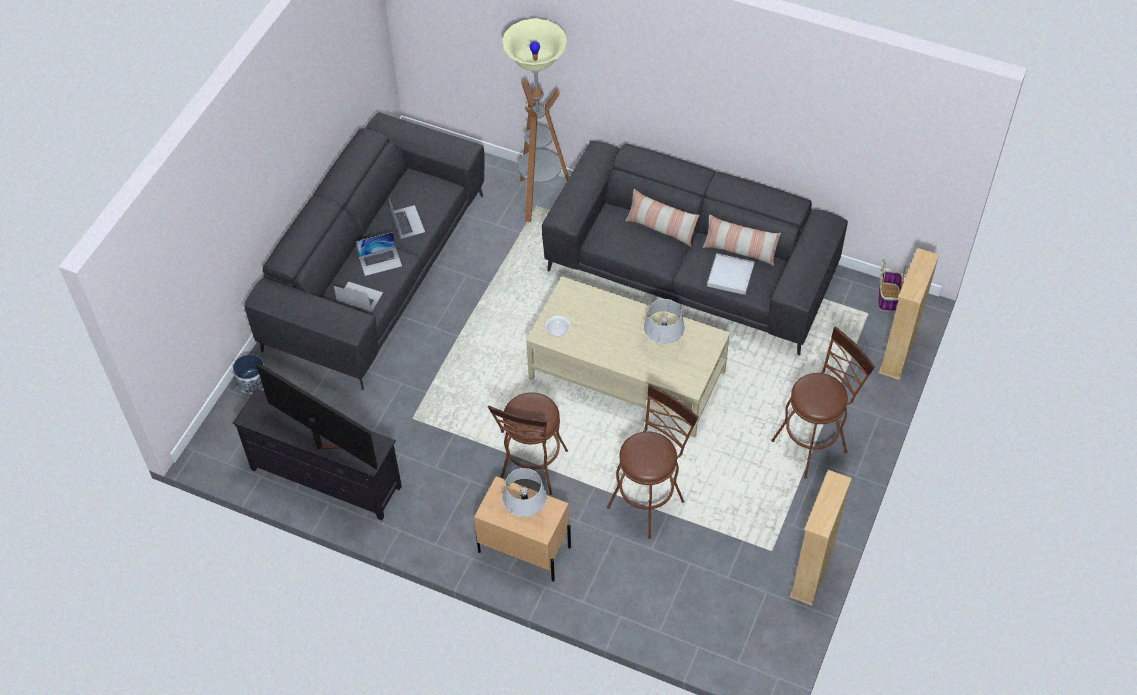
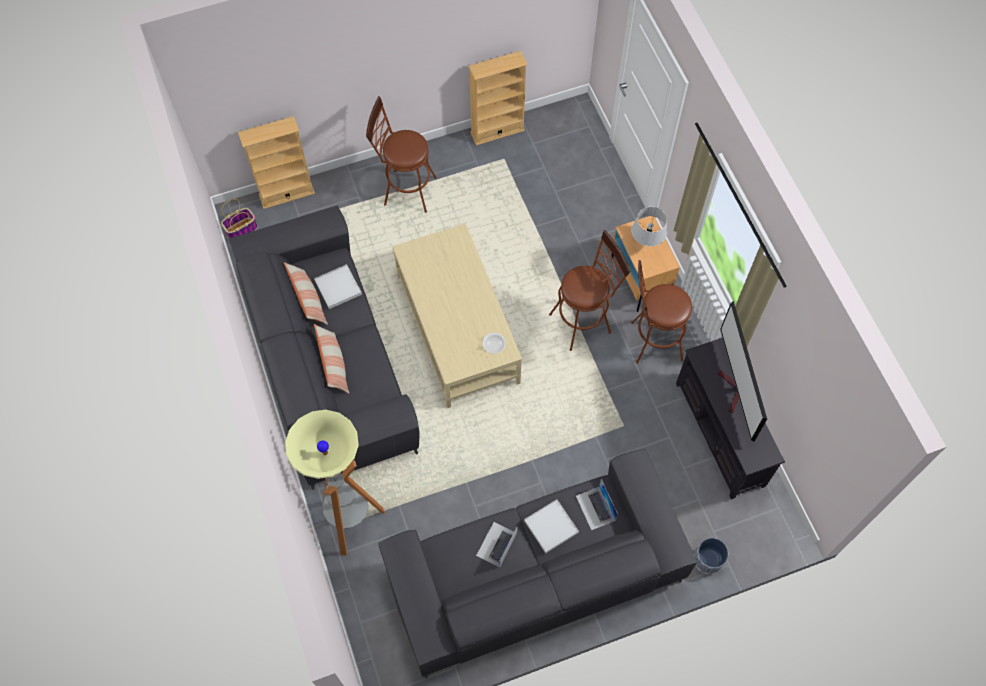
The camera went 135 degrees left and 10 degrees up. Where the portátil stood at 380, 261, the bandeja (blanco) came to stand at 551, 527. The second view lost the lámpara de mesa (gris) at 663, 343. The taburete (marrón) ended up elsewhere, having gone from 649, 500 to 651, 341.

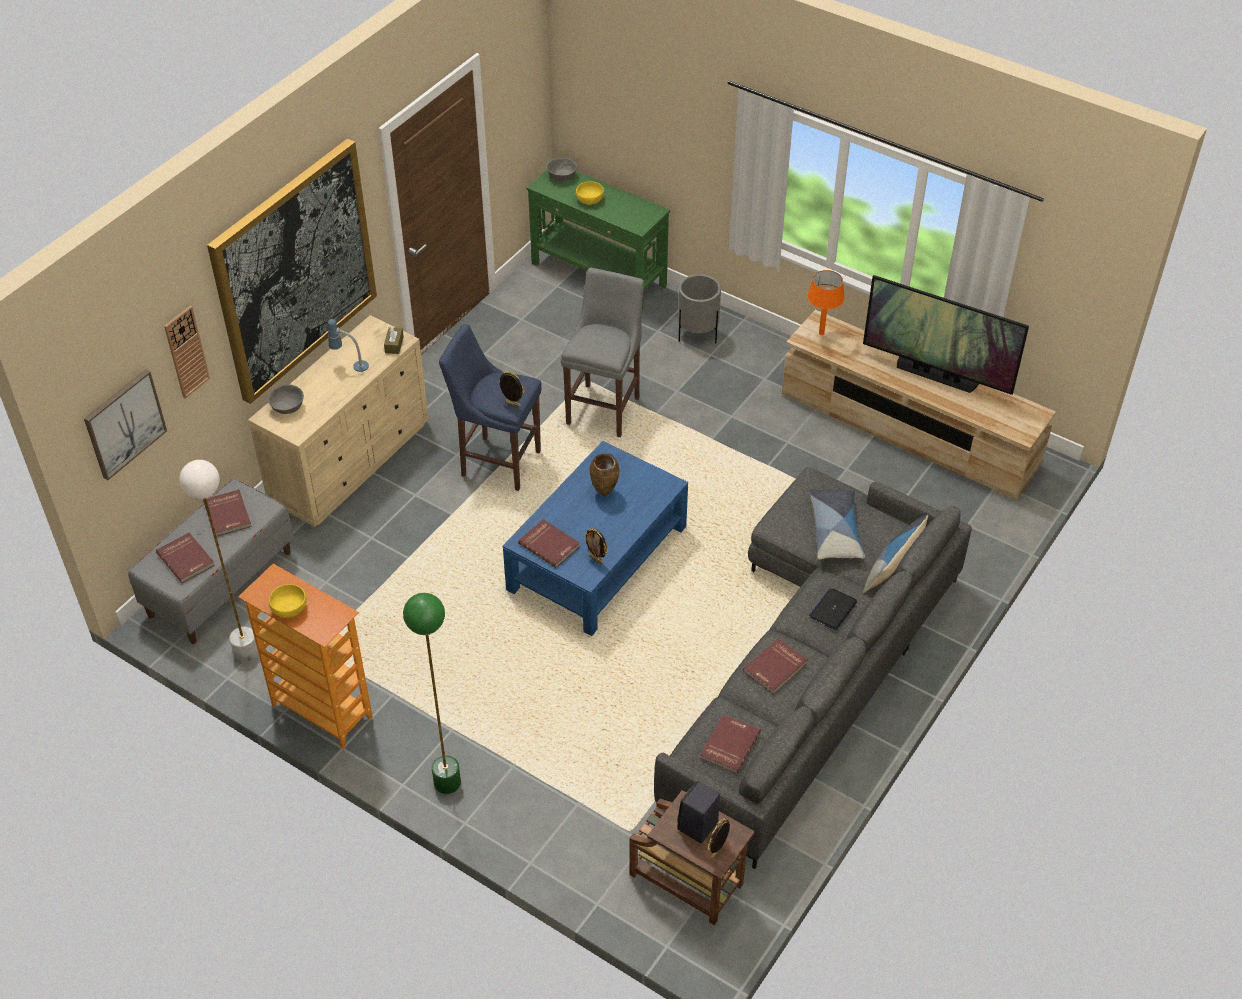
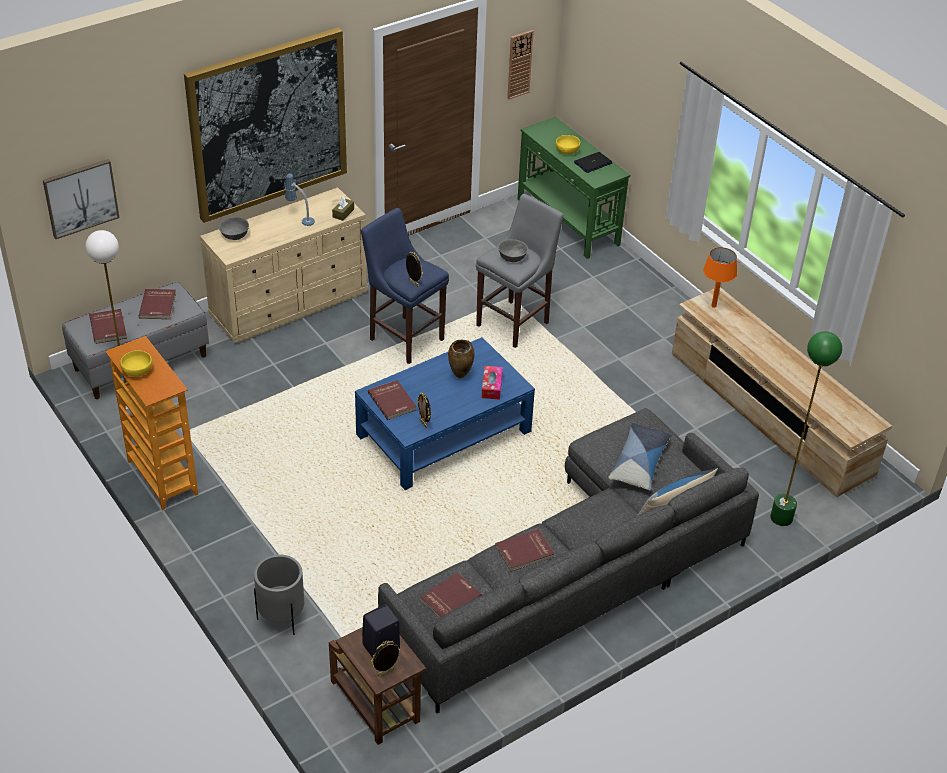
The camera went 20 degrees right and 5 degrees down. The cuenco (gris) ended up elsewhere, having gone from 562, 176 to 512, 257. The maceta (gris) ended up elsewhere, having gone from 697, 335 to 281, 618. The second view lost the televisor at 936, 375. The reloj de pared ended up elsewhere, having gone from 186, 352 to 519, 64. The portátil ended up elsewhere, having gone from 833, 609 to 593, 163. The lámpara de pie (verde) ended up elsewhere, having gone from 447, 782 to 781, 518. The second view gained the caja de pañuelos at 491, 386.

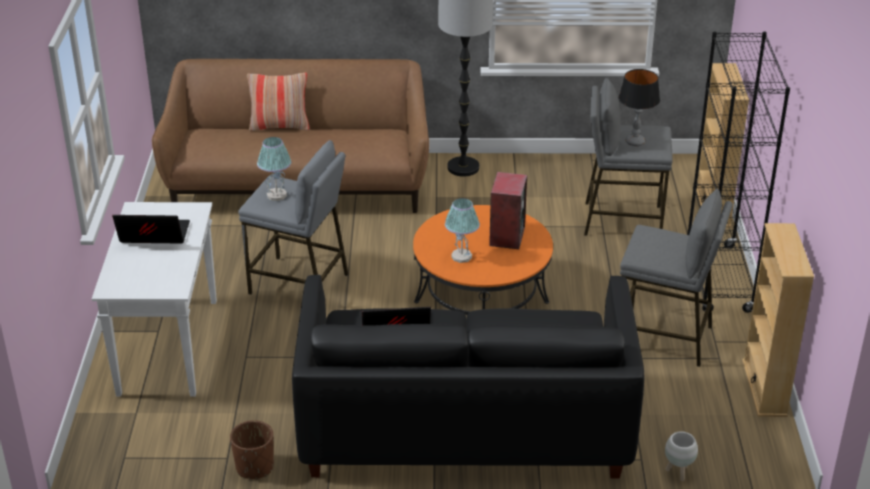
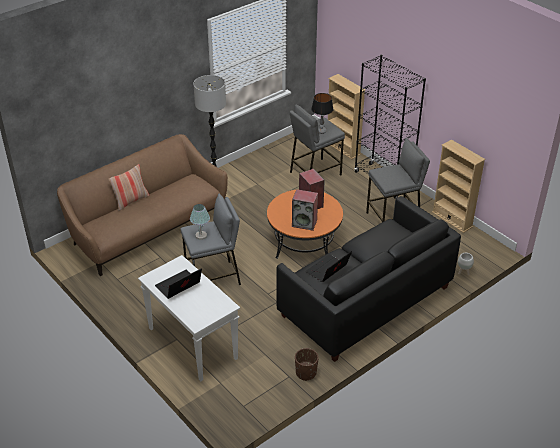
The camera went 40 degrees left and 5 degrees up. Where the lámpara de mesa stood at 462, 257, the altavoz came to stand at 304, 223.

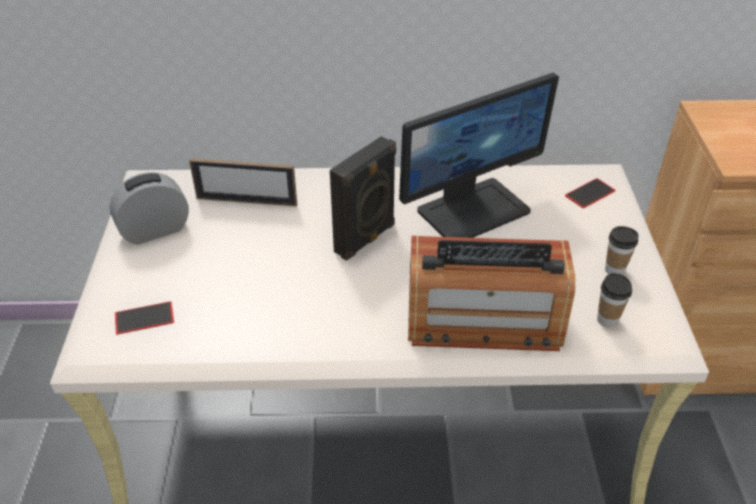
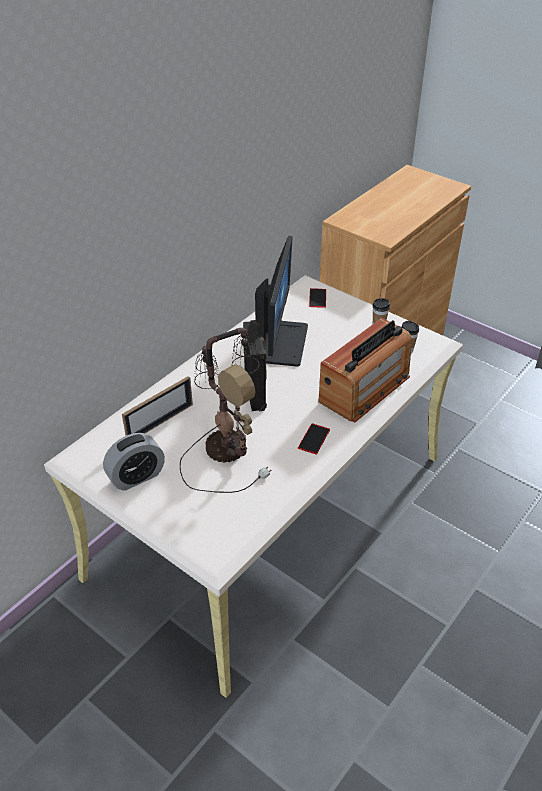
The camera went 50 degrees left and 0 degrees up. The despertador at 155, 230 ended up facing another way, 135 degrees counterclockwise from before. The móvil ended up elsewhere, having gone from 144, 318 to 314, 439. The second view gained the lámpara de mesa at 225, 446.

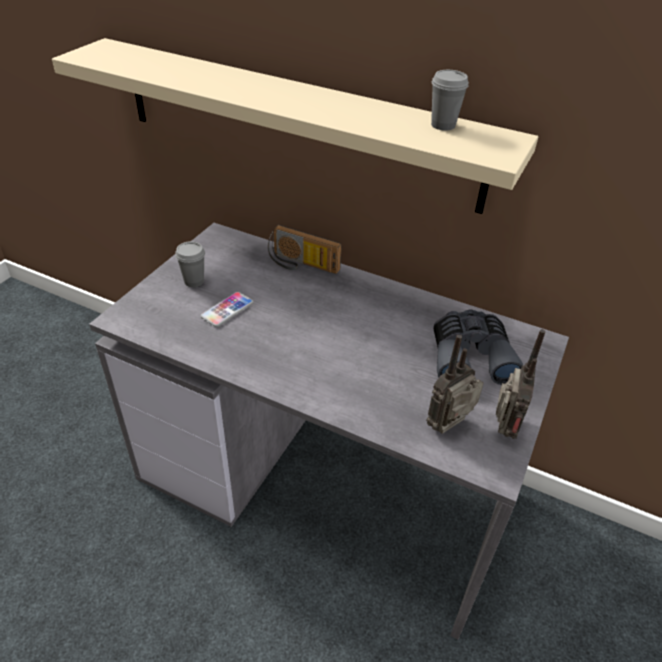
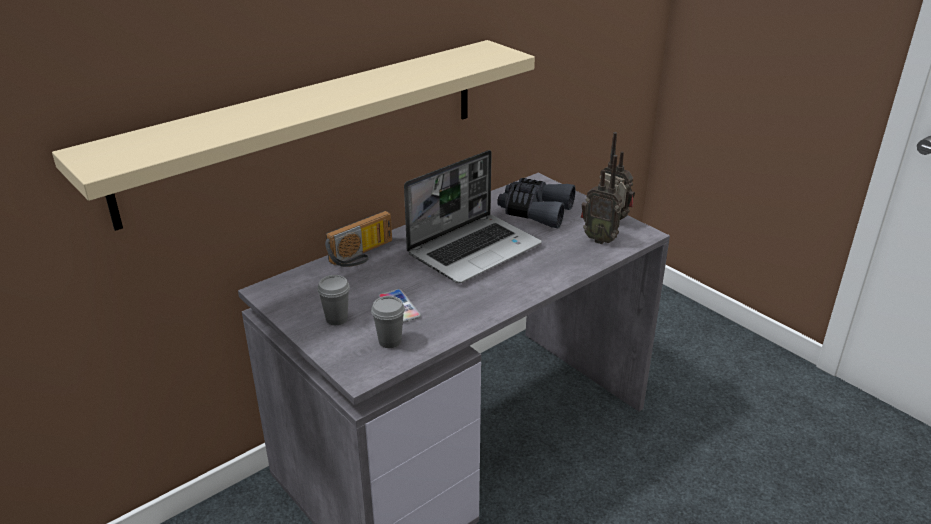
The camera went 65 degrees left and 10 degrees down. The taza (gris) ended up elsewhere, having gone from 443, 125 to 390, 341. The radio at 449, 427 ended up facing another way, 45 degrees counterclockwise from before. The second view gained the portátil at 474, 249.

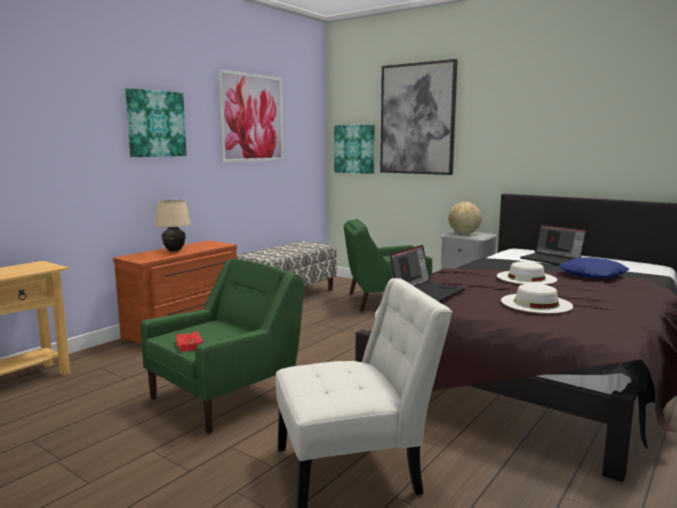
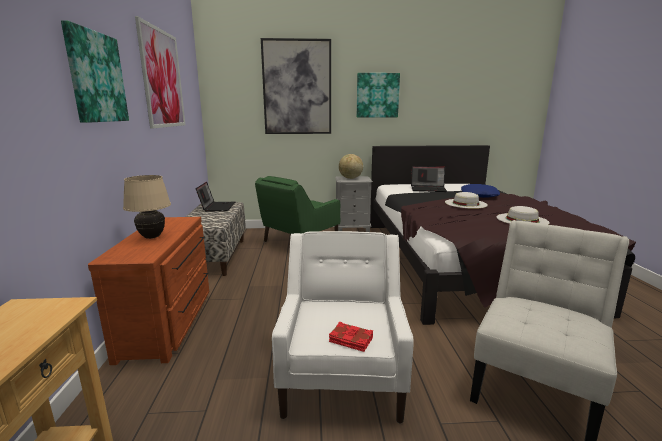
The camera went 40 degrees left and 5 degrees up. The cuadro ended up elsewhere, having gone from 355, 149 to 377, 95. The portátil ended up elsewhere, having gone from 427, 292 to 217, 207. What was the sillón (verde) at 227, 396 turned into the sillón (blanco) at 342, 374.

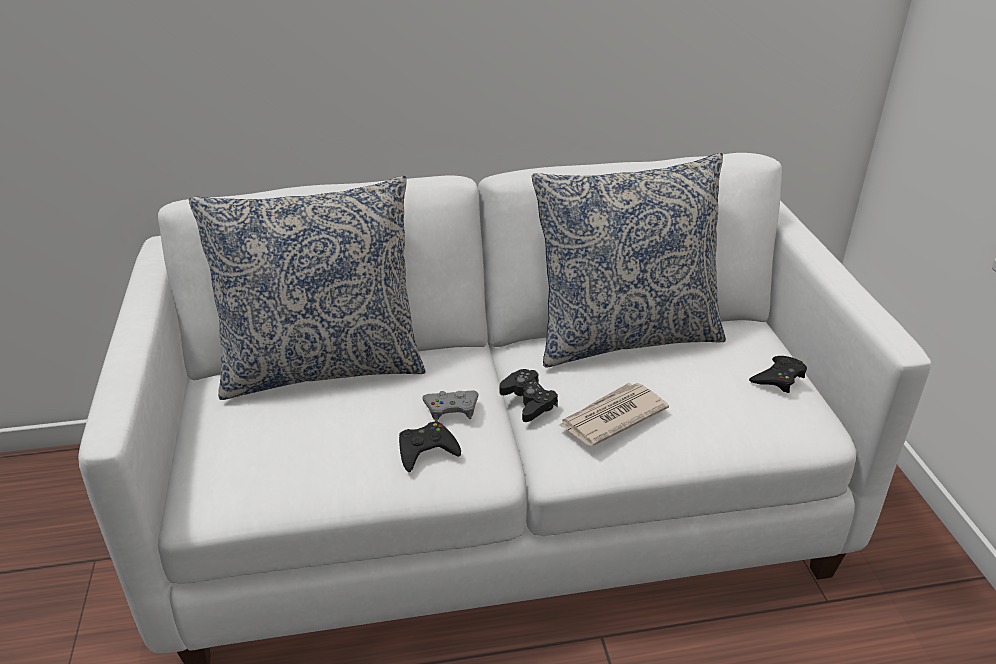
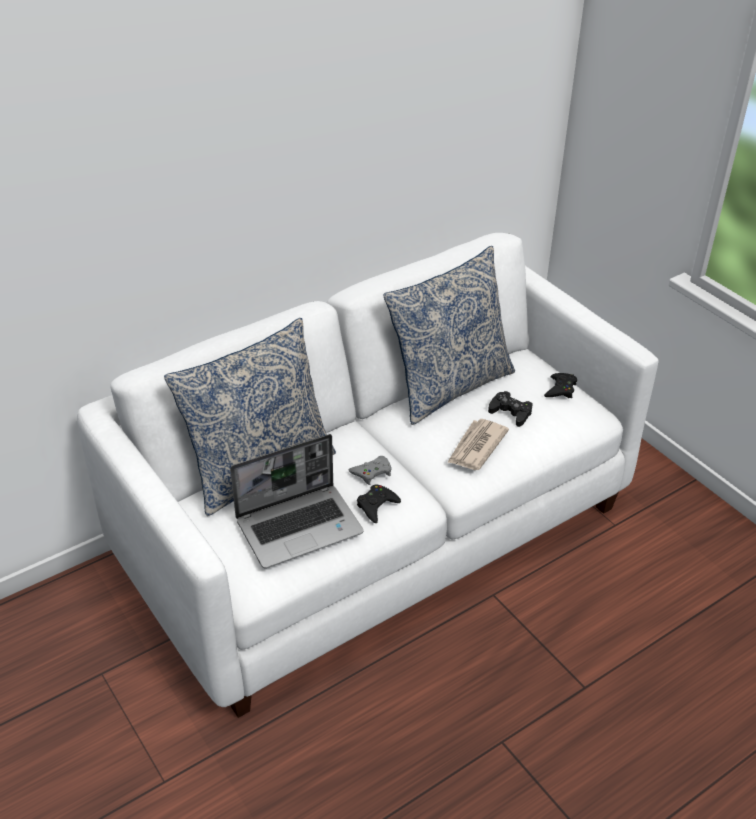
The camera went 25 degrees left and 5 degrees up. The mando de consola (negro) ended up elsewhere, having gone from 528, 401 to 510, 412. The second view gained the portátil at 300, 526.

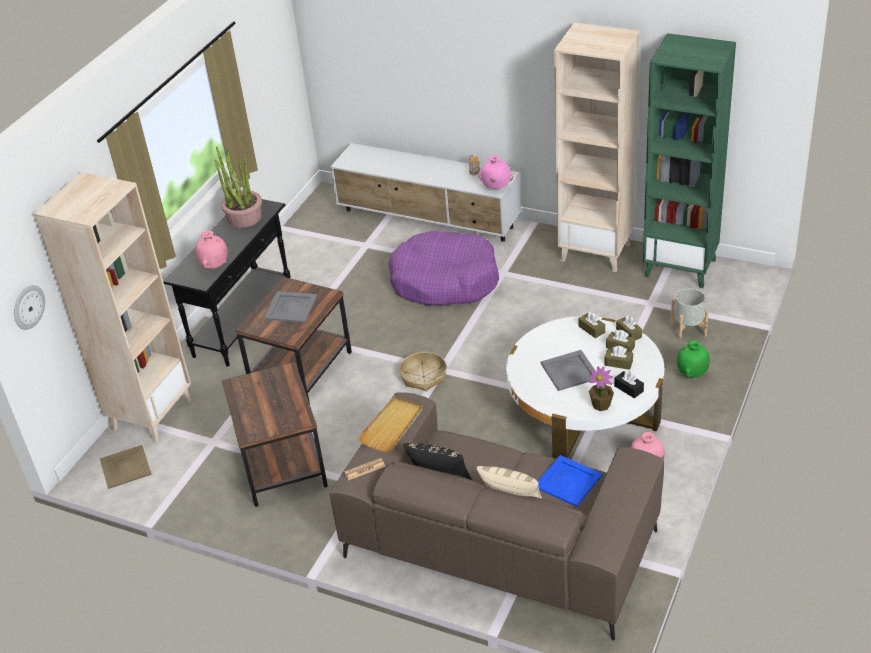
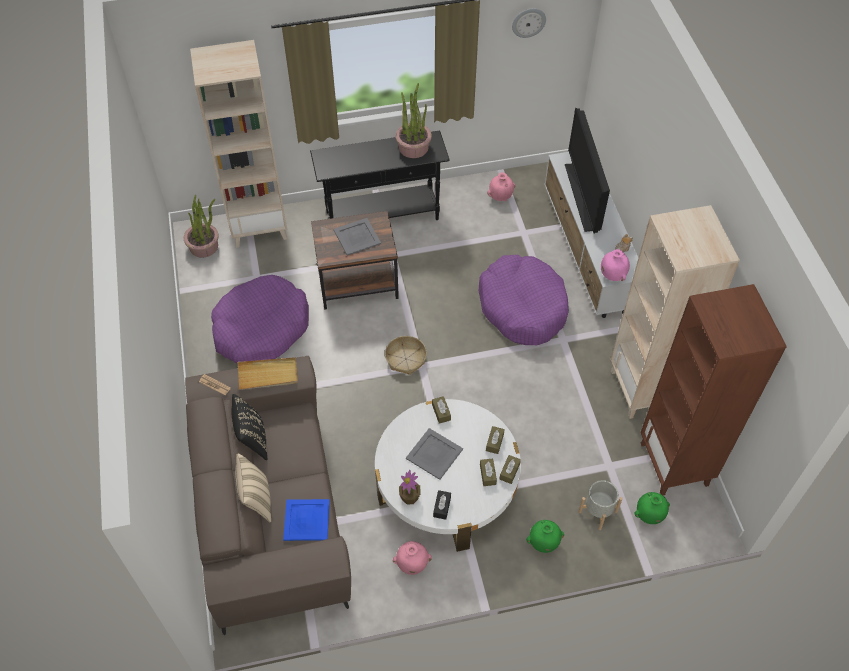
The camera went 50 degrees right and 15 degrees up. What was the estantería (verde) at 681, 268 turned into the estantería (marrón) at 674, 464. The florero (rosa) ended up elsewhere, having gone from 214, 265 to 500, 197. The reloj de pared ended up elsewhere, having gone from 28, 307 to 528, 22. The caja de pañuelos (marrón) ended up elsewhere, having gone from 618, 363 to 441, 412. Where the mesa auxiliar (marrón) stood at 280, 464, the cama para perro (morado) came to stand at 261, 329. Where the bandeja (beis) stood at 125, 467, the planta en maceta came to stand at 204, 246. The second view gained the televisor at 582, 197. The second view gained the florero (verde) at 649, 515.

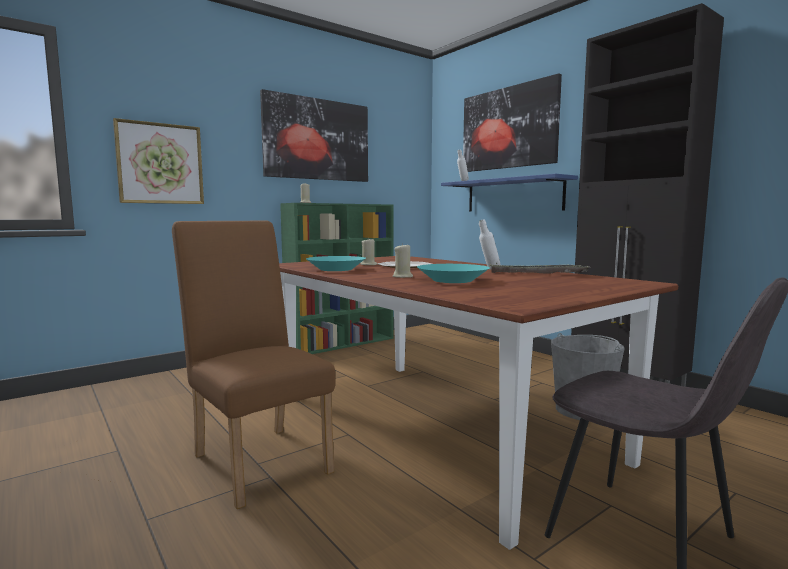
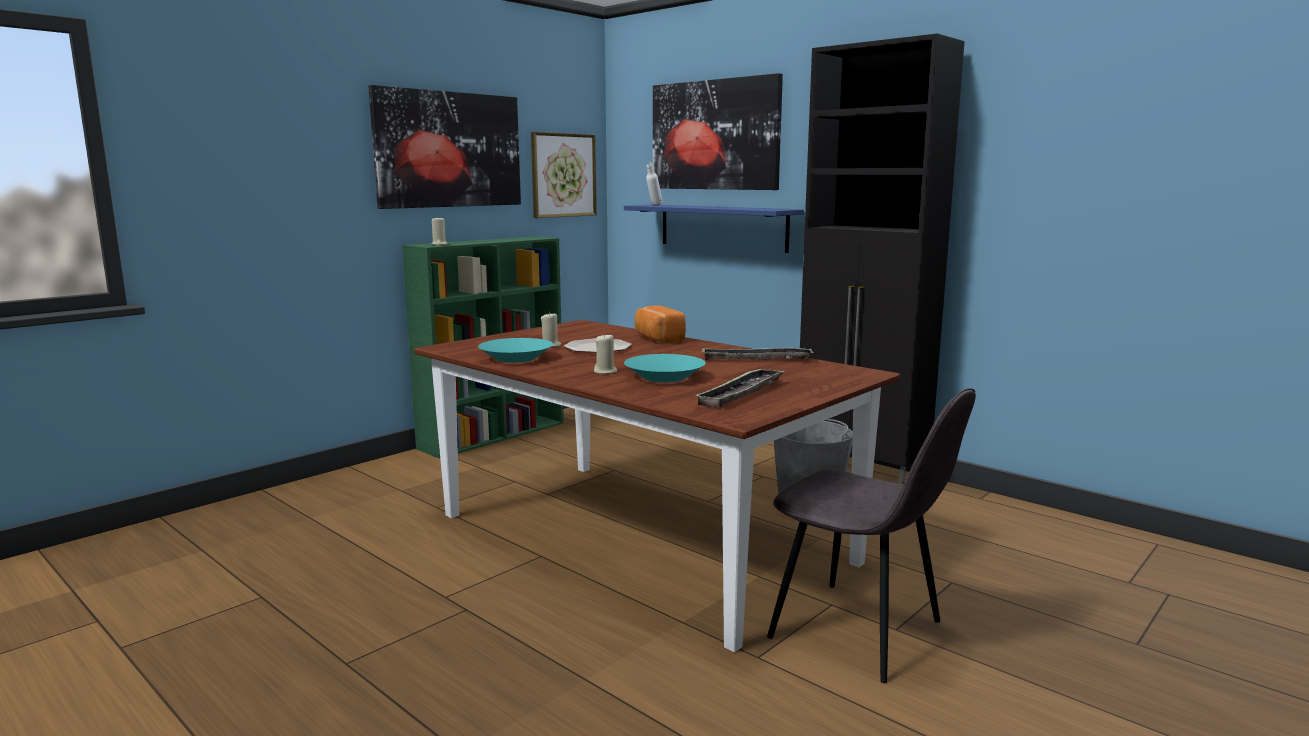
The camera went 10 degrees left and 5 degrees up. The cuadro ended up elsewhere, having gone from 160, 163 to 563, 175. The second view lost the botella (blanco) at 488, 269. The second view lost the silla (marrón) at 258, 458. The second view gained the pan at 657, 339. The second view gained the bandeja at 741, 393.

